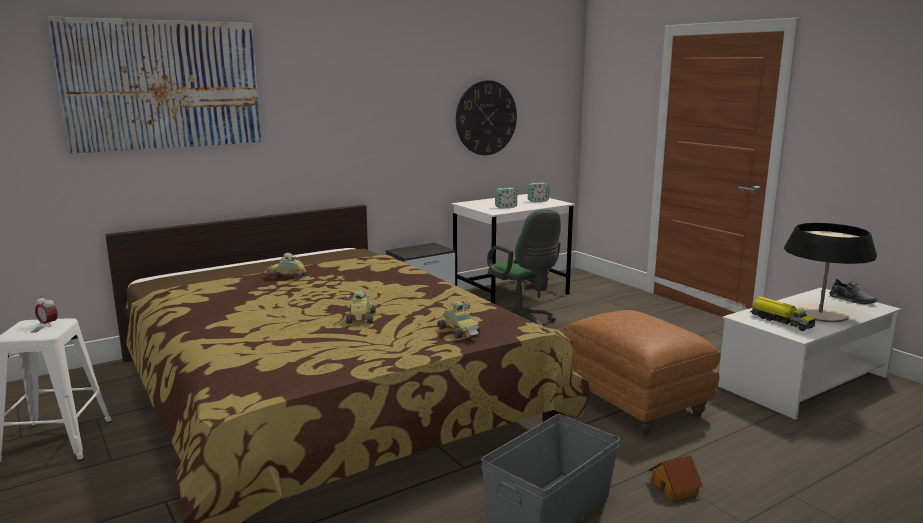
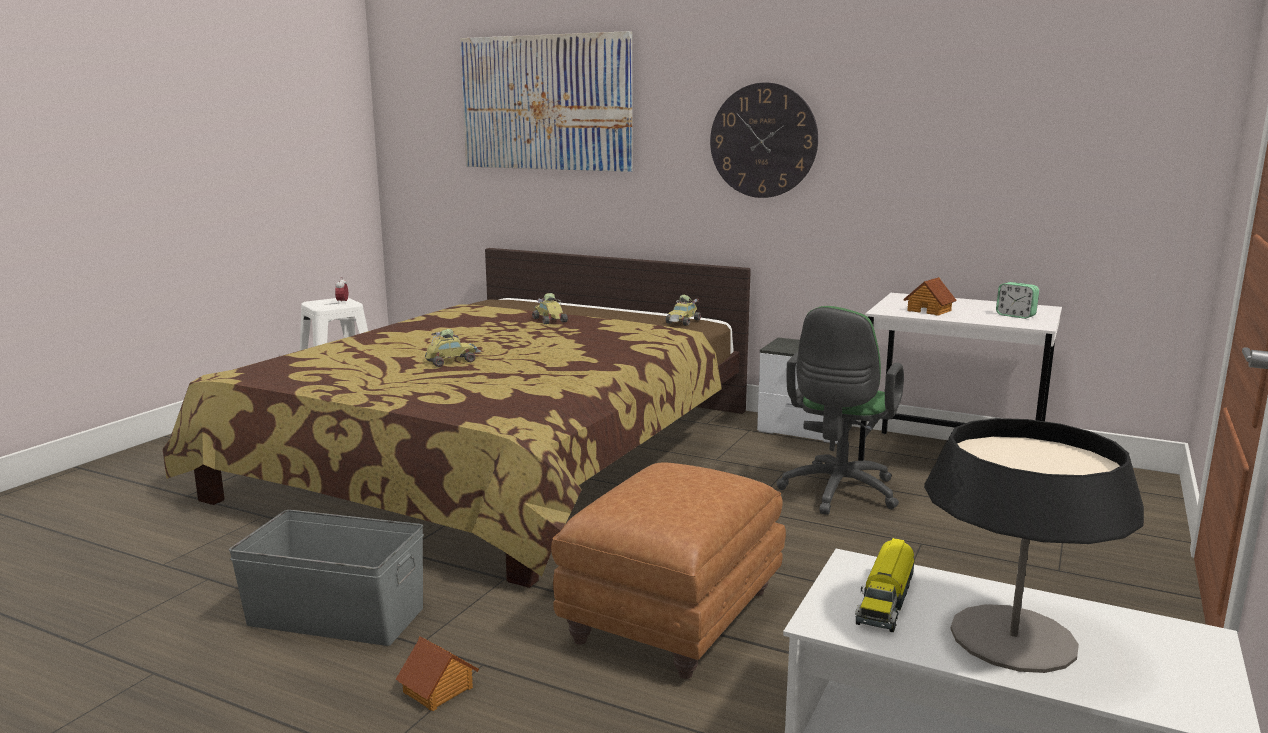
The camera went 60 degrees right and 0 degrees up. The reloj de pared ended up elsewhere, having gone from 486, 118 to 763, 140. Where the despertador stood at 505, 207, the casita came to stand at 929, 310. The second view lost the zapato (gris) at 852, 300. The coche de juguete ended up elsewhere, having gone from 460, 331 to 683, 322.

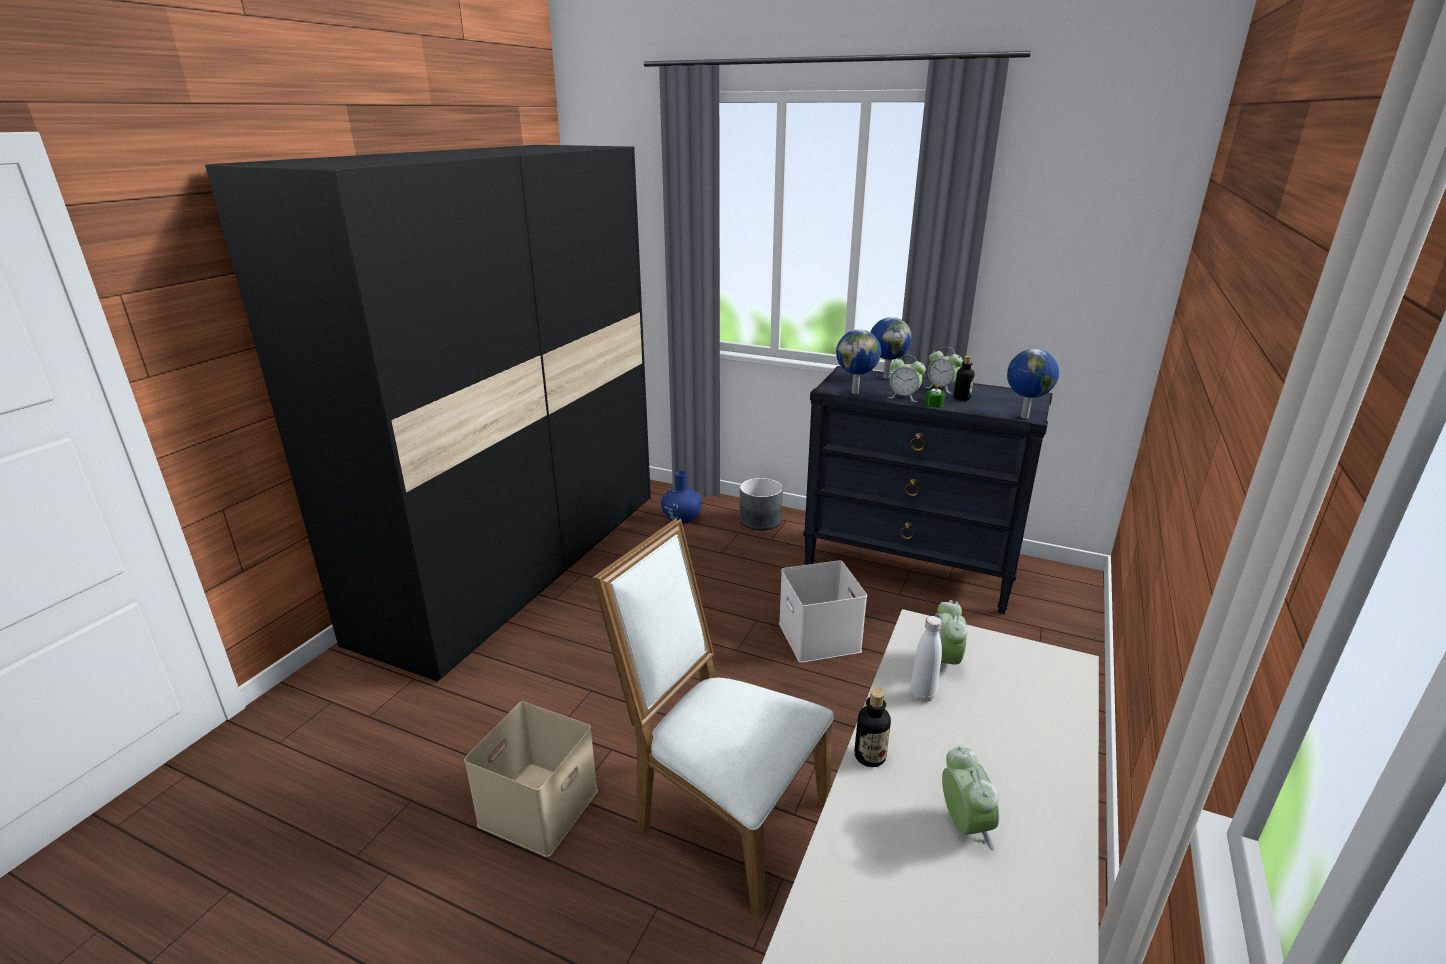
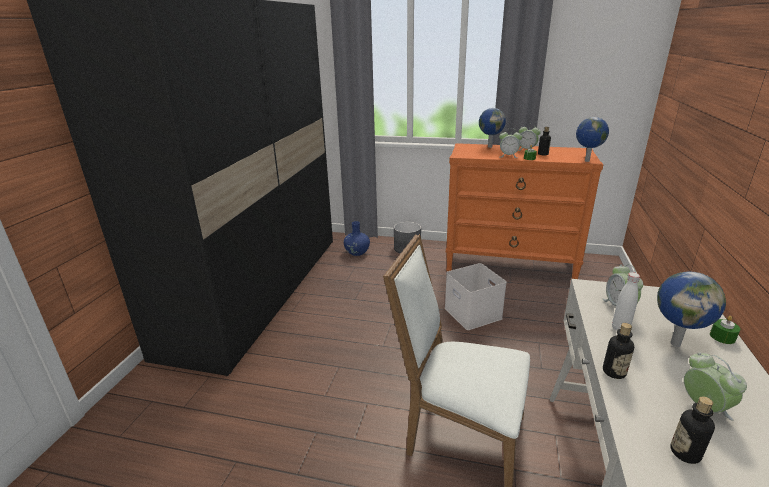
The camera went 10 degrees left and 0 degrees up. The globo terráqueo ended up elsewhere, having gone from 855, 392 to 675, 343. What was the cómoda (negro) at 910, 569 turned into the cómoda (naranja) at 509, 267. The second view lost the caja de almacenaje (beis) at 538, 805. The second view gained the vela (verde) at 722, 337. The second view gained the botella at 685, 453.

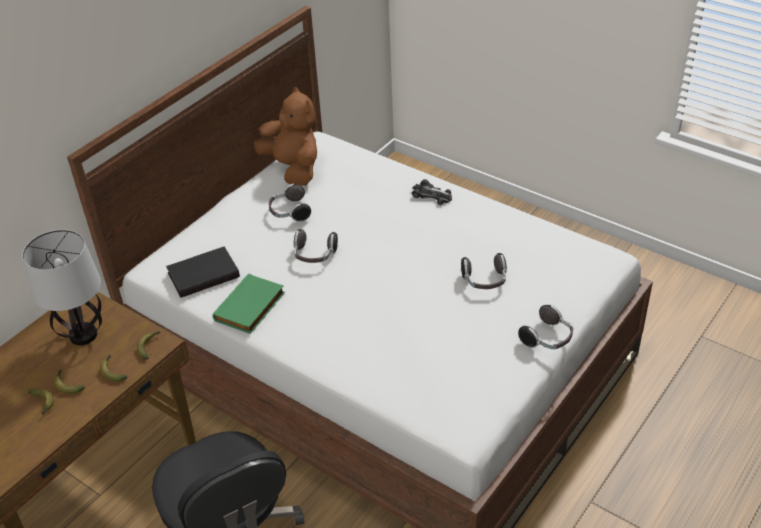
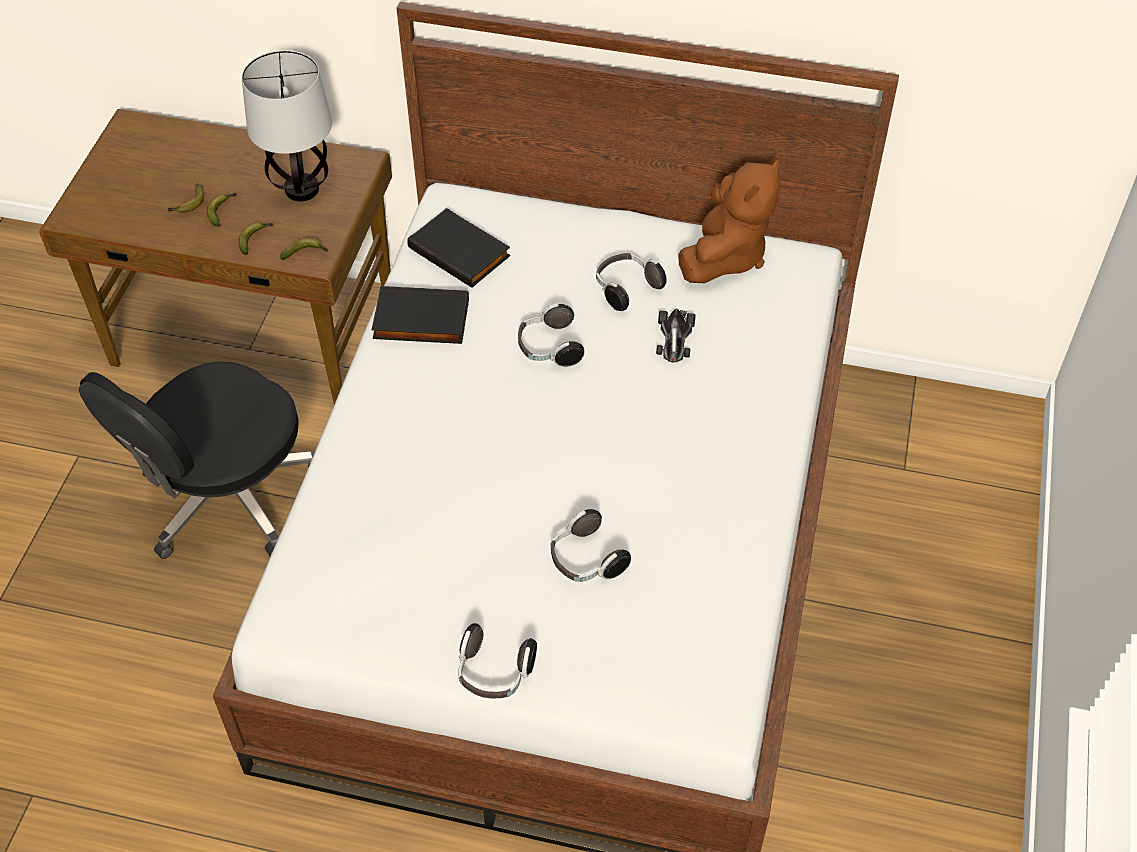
The camera went 65 degrees right and 10 degrees up. The coche de juguete ended up elsewhere, having gone from 431, 195 to 674, 338. What was the libro (verde) at 251, 307 turned into the libro (negro) at 420, 321.

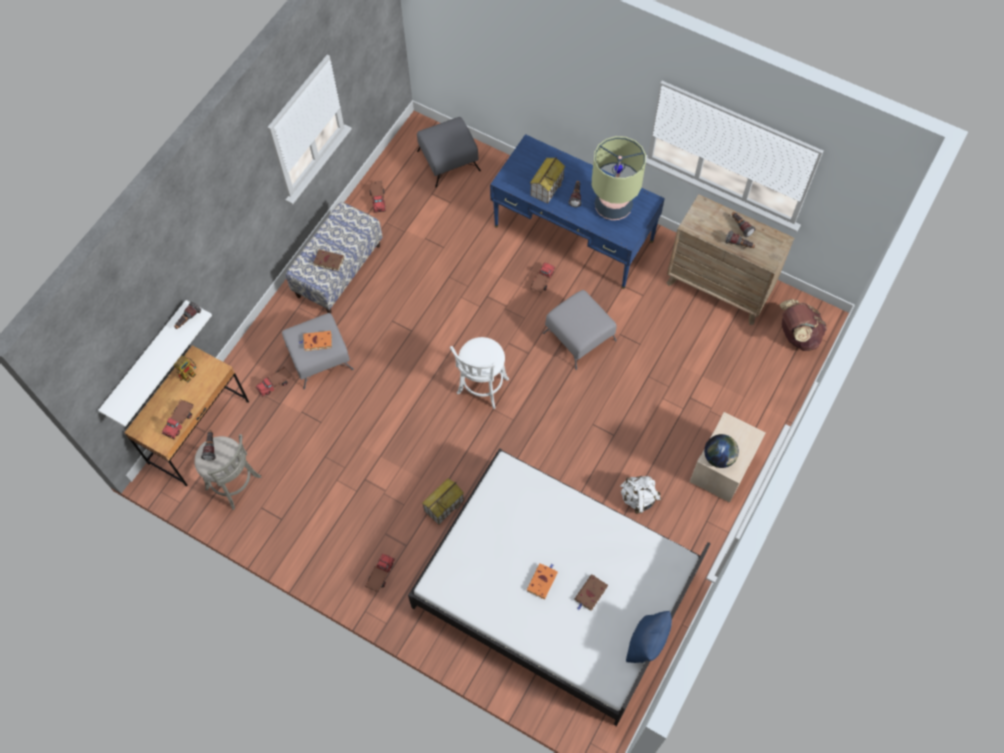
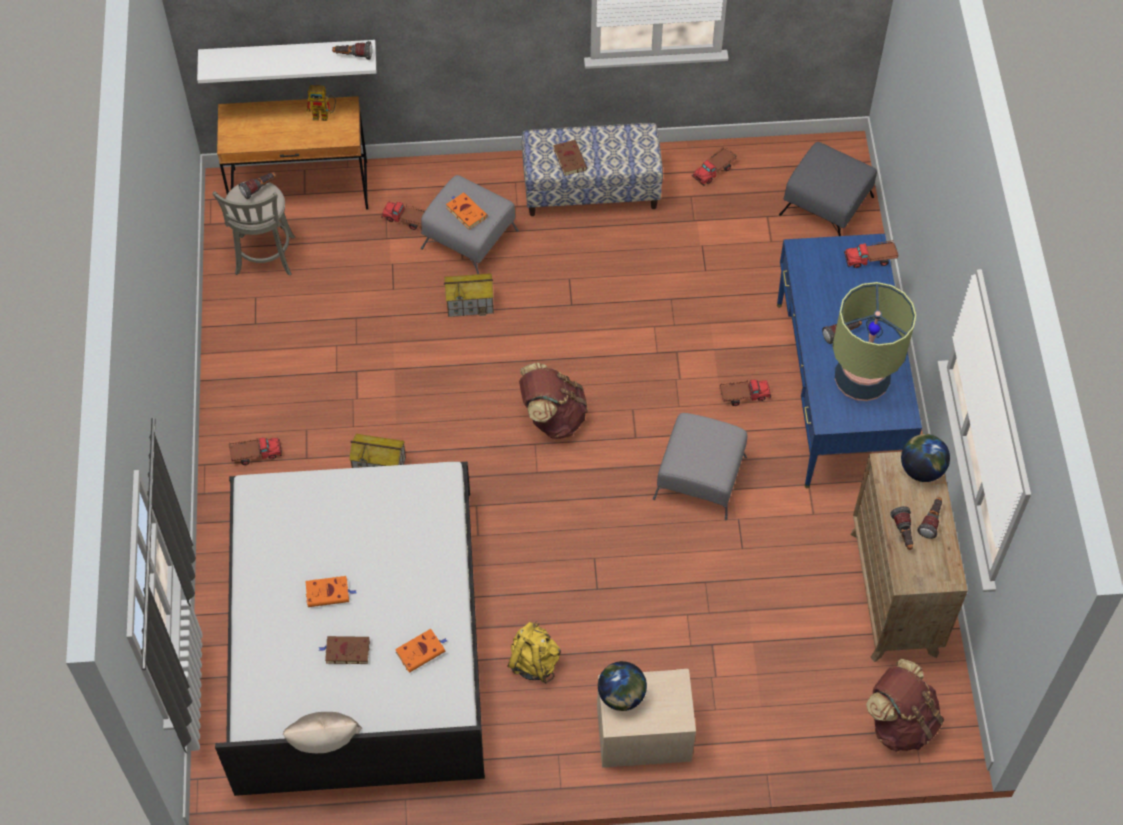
The camera went 55 degrees right and 5 degrees down. The casita ended up elsewhere, having gone from 547, 187 to 470, 303. Where the taburete (blanco) stood at 481, 388, the mochila (marrón) came to stand at 552, 417. The camión de juguete ended up elsewhere, having gone from 179, 421 to 870, 259. What was the mochila (blanco) at 638, 498 turned into the mochila (amarillo) at 534, 662. What was the cojín (azul) at 646, 643 turned into the cojín (beis) at 326, 744. The second view gained the globo terráqueo at 921, 469. The second view gained the libro (naranja) at 421, 651.

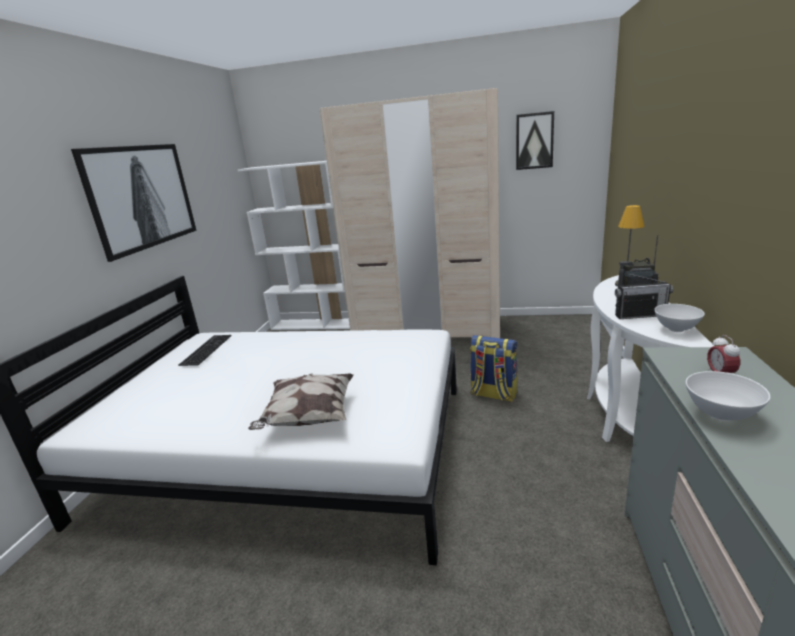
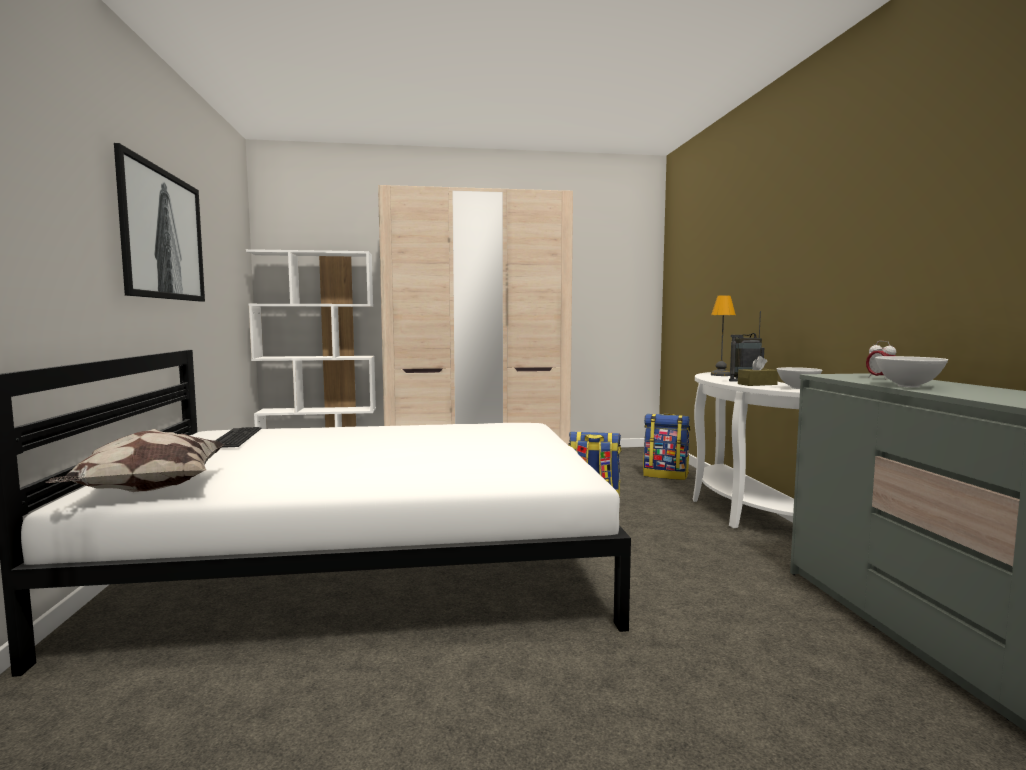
The camera went 20 degrees left and 15 degrees down. The second view lost the cuadro at 534, 141. Where the radio stood at 640, 315, the caja de pañuelos (marrón) came to stand at 757, 384. The cojín ended up elsewhere, having gone from 308, 418 to 147, 490. The second view gained the mochila at 666, 475.

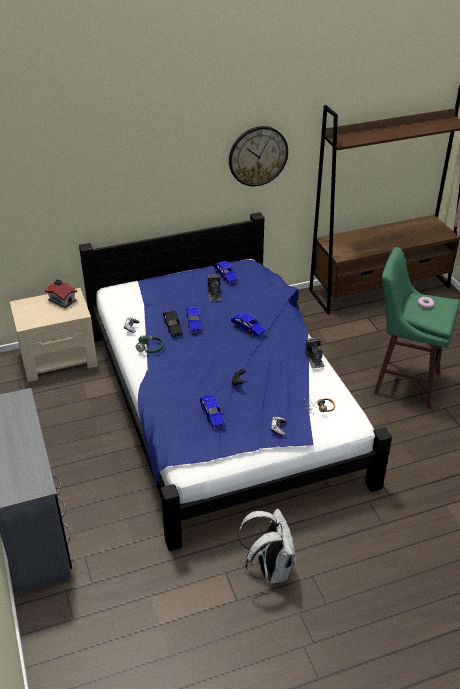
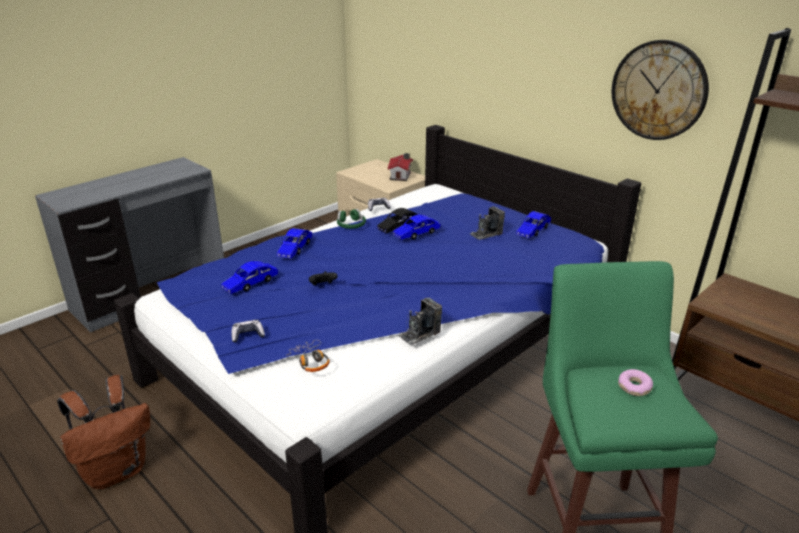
The camera went 65 degrees right and 10 degrees down. The coche de juguete (azul) ended up elsewhere, having gone from 248, 328 to 295, 249. What was the mochila (blanco) at 270, 569 turned into the mochila (marrón) at 117, 470.

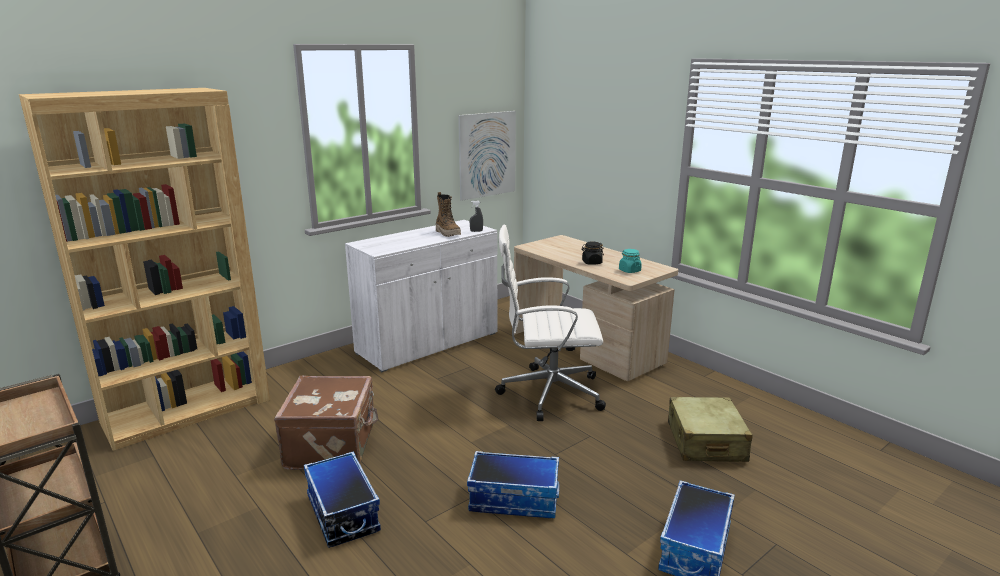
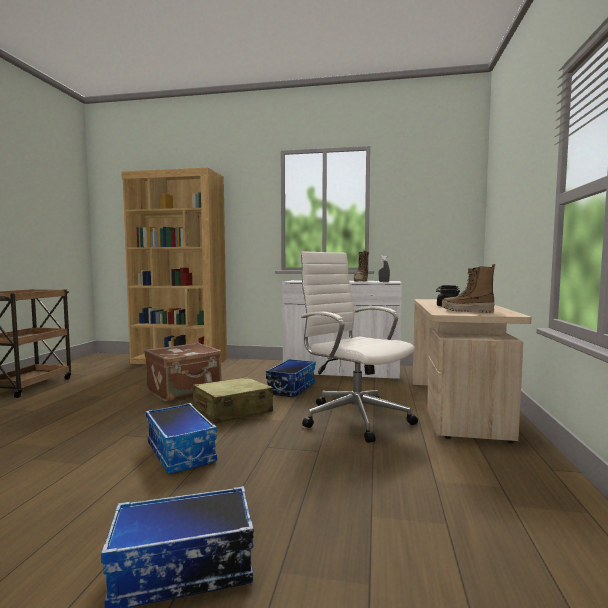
The camera went 50 degrees right and 15 degrees down. The second view lost the cuadro at 487, 155. Where the tarro (turquesa) stood at 629, 270, the bota came to stand at 467, 311. The maleta (beis) ended up elsewhere, having gone from 705, 442 to 232, 411. The caja de almacenaje ended up elsewhere, having gone from 341, 513 to 291, 388.

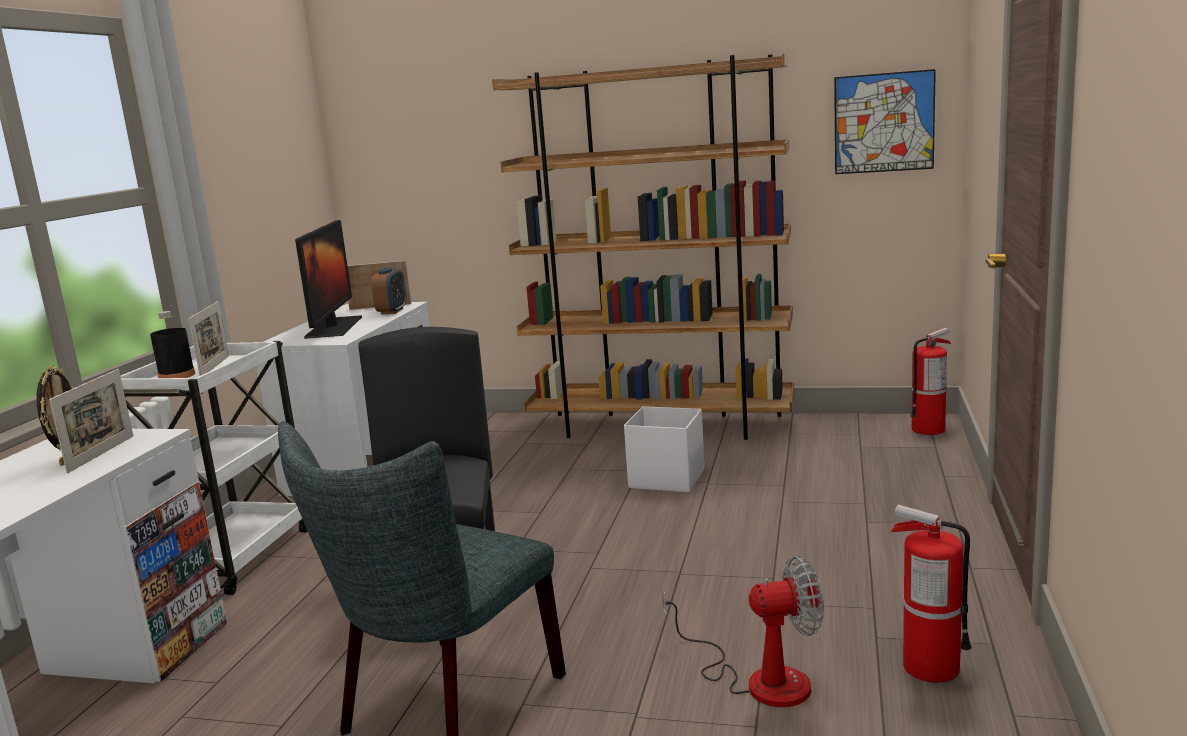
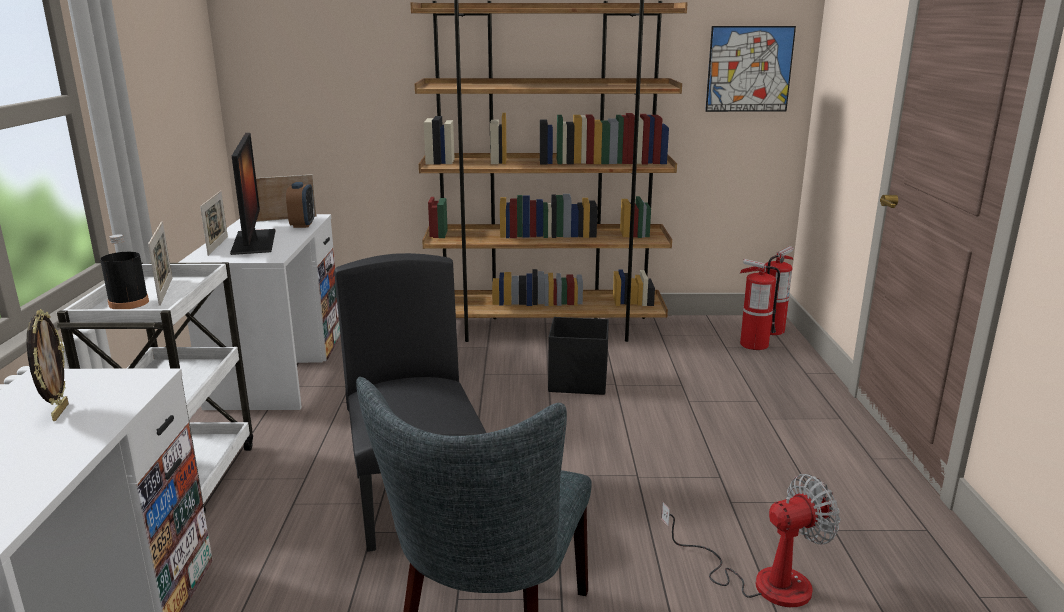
The camera went 15 degrees left and 5 degrees up. The portarretratos ended up elsewhere, having gone from 101, 453 to 218, 246. What was the caja de almacenaje (blanco) at 666, 479 turned into the caja de almacenaje (negro) at 577, 381. The extintor ended up elsewhere, having gone from 930, 667 to 753, 344.

